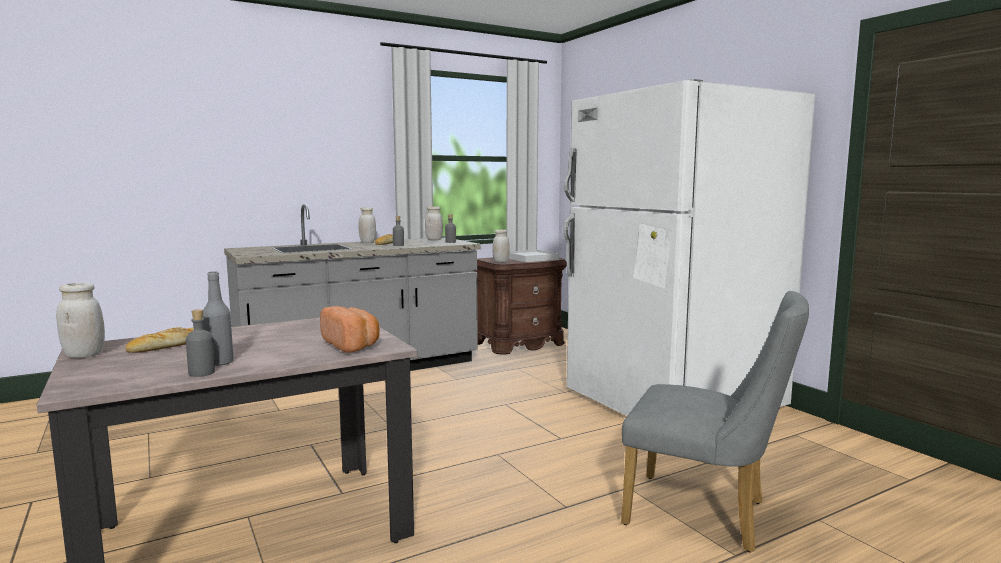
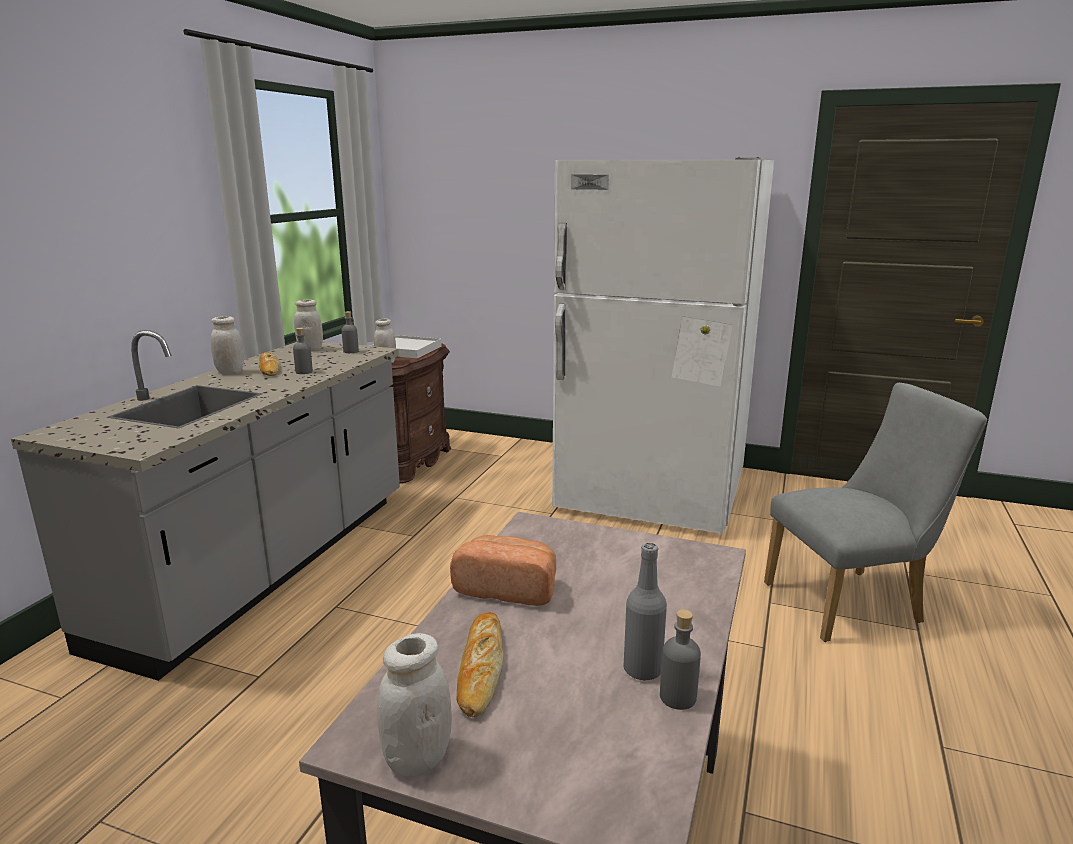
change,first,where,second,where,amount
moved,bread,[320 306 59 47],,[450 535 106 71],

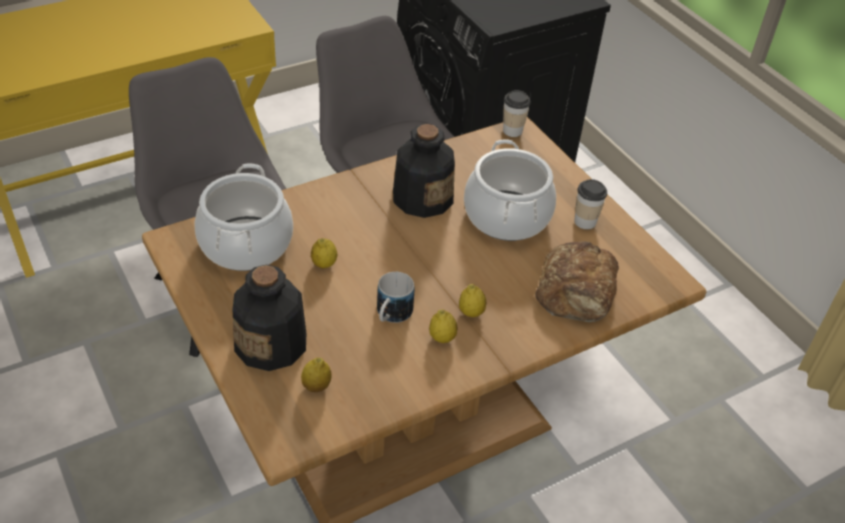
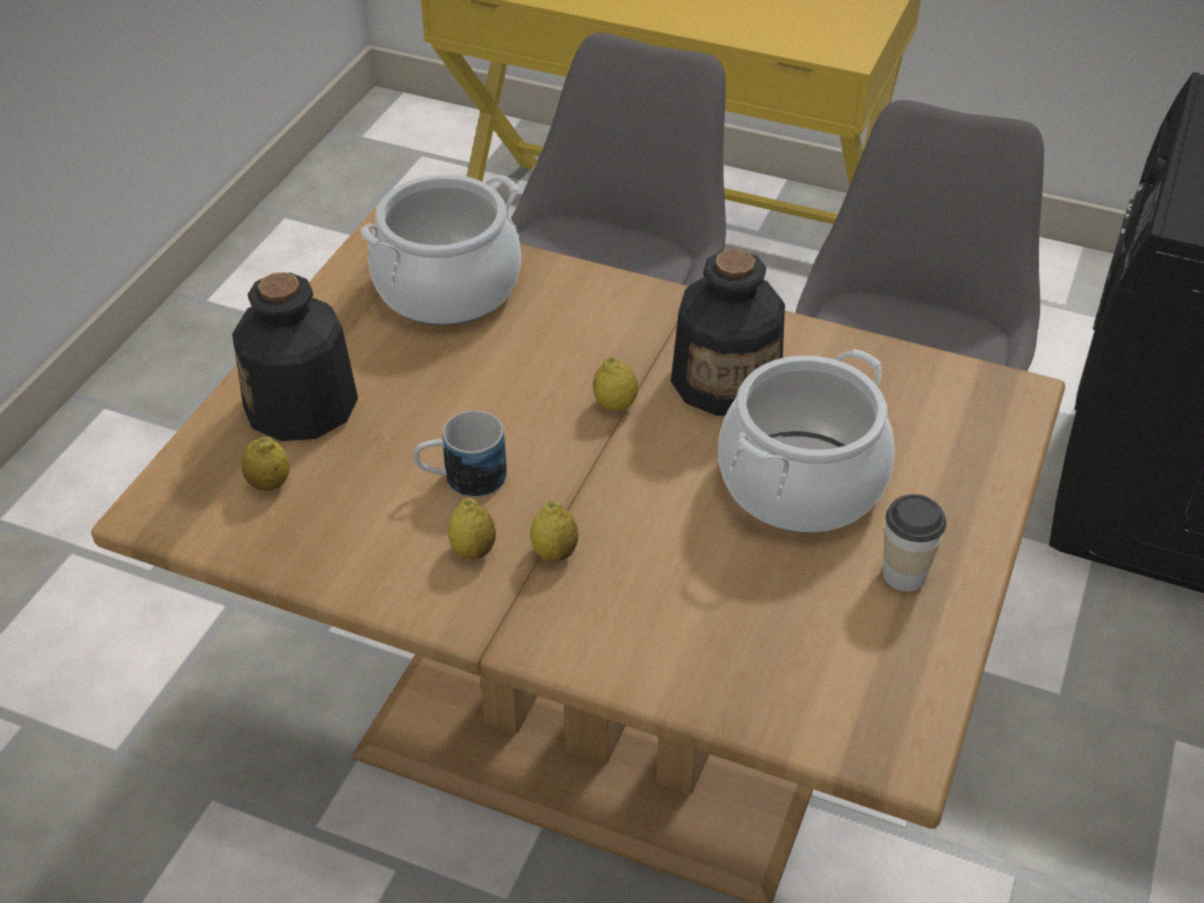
change,first,where,second,where,amount
removed,cup,[503 90 28 47],,,
moved,lemon,[311 238 26 30],,[593 357 45 54],
removed,bread,[535 241 84 81],,,

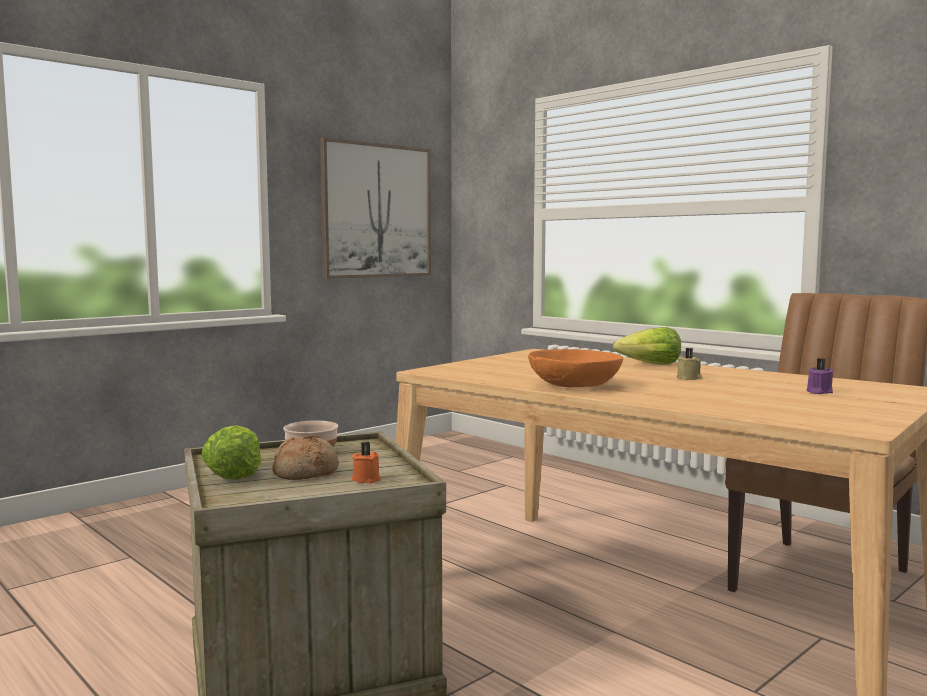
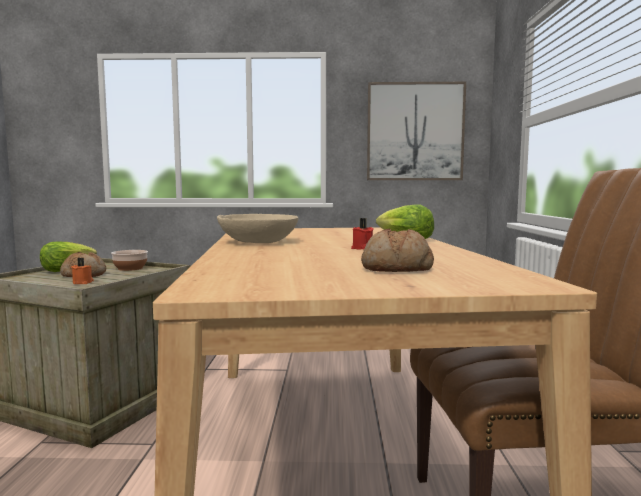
change,first,where,second,where,amount
recoloured,beige wax candle,[676 348 26 32],red wax candle,[351 218 23 32],
recoloured,orangey bowl,[528 349 95 38],beige bowl,[217 214 82 29],
replaced,purplish wax candle,[806 358 28 36],bread,[361 229 73 43],

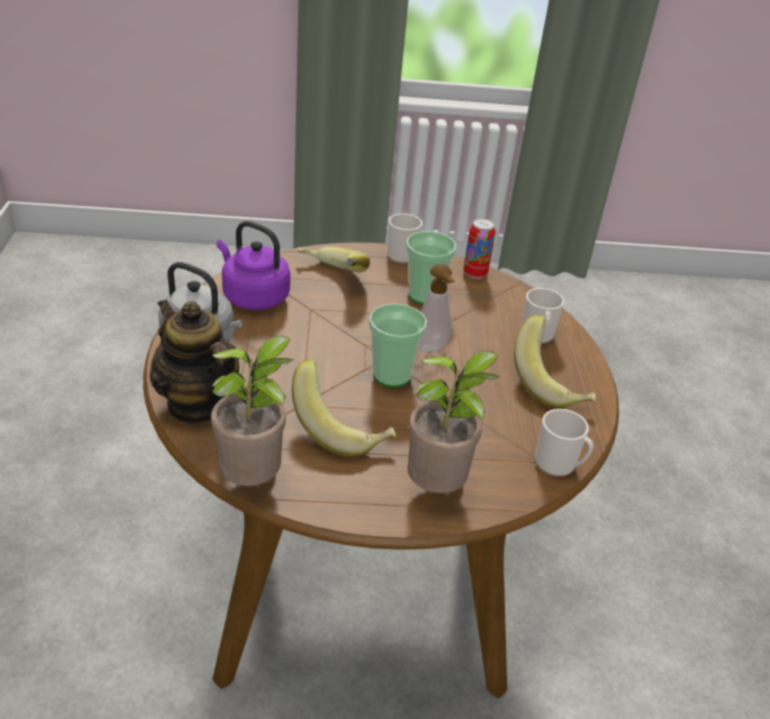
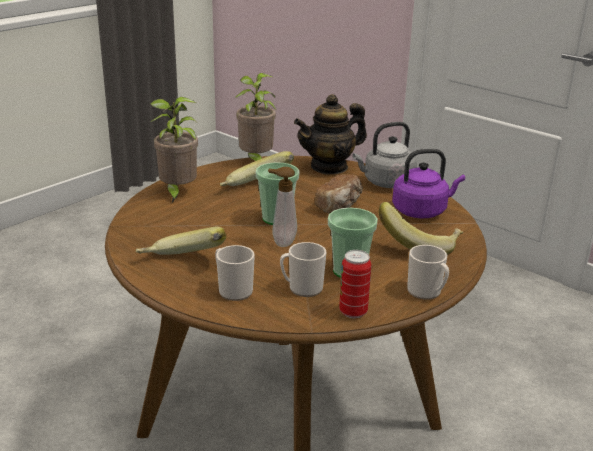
change,first,where,second,where,amount
turned,teapot,[150 299 89 125],,[294 94 73 81],150 degrees clockwise
moved,tea mug,[535 409 59 68],,[280 242 46 55],
added,,,bread,[315 174 48 40],

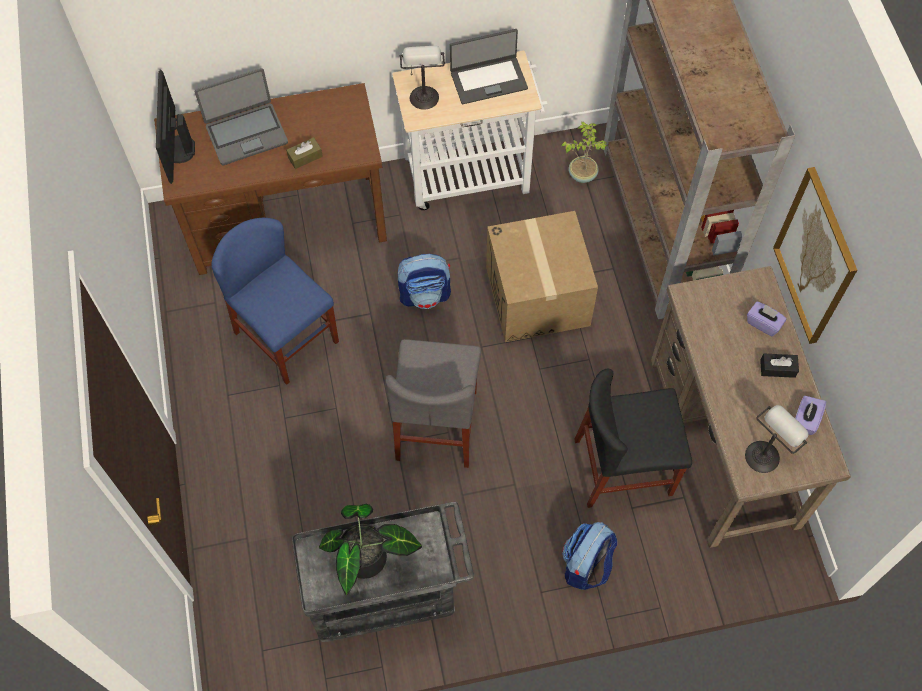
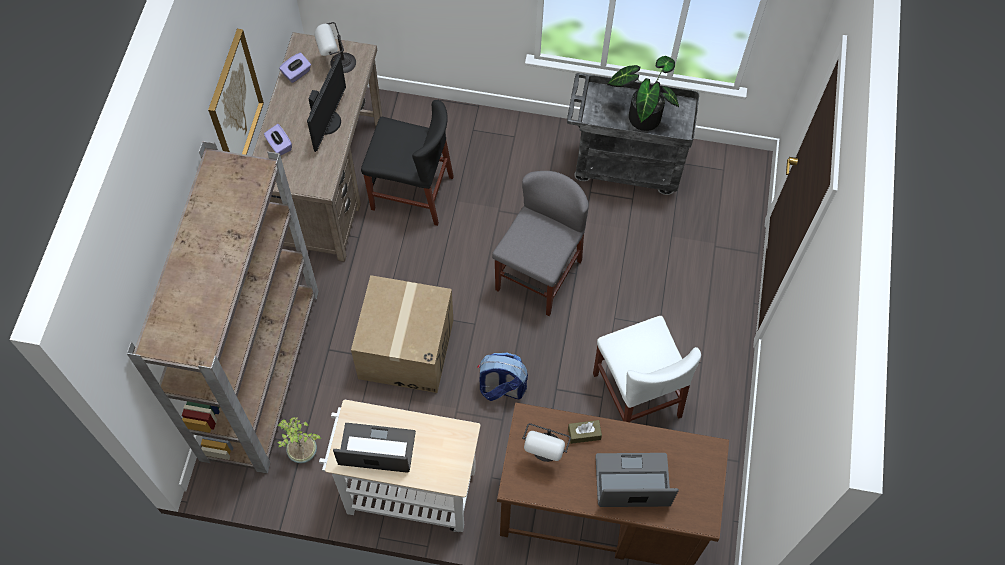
change,first,where,second,where,amount
moved,tabletop lamp,[400 46 45 64],,[522 423 49 39],
moved,computer display,[156 70 39 114],,[307 55 39 97],
recoloured,blue upright chair,[211 218 128 167],white upright chair,[593 316 108 106],
removed,black tissue box,[760 354 39 24],,,
removed,backpack,[562 522 55 68],,,

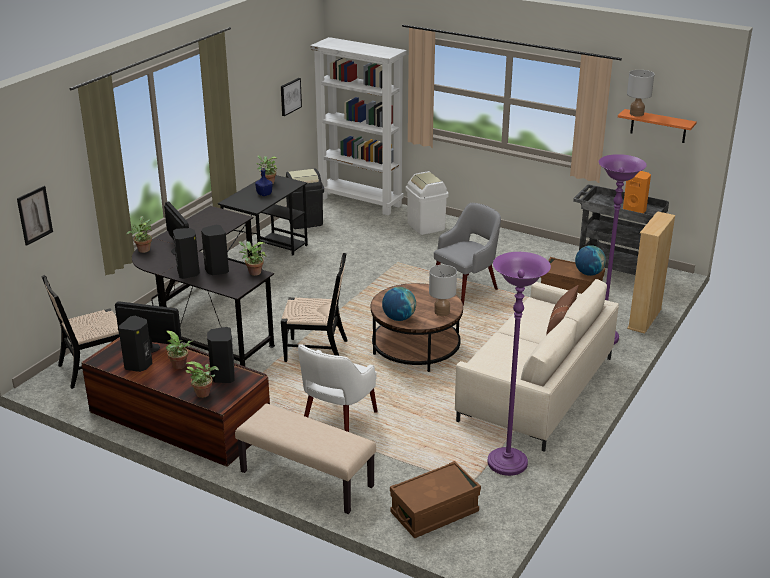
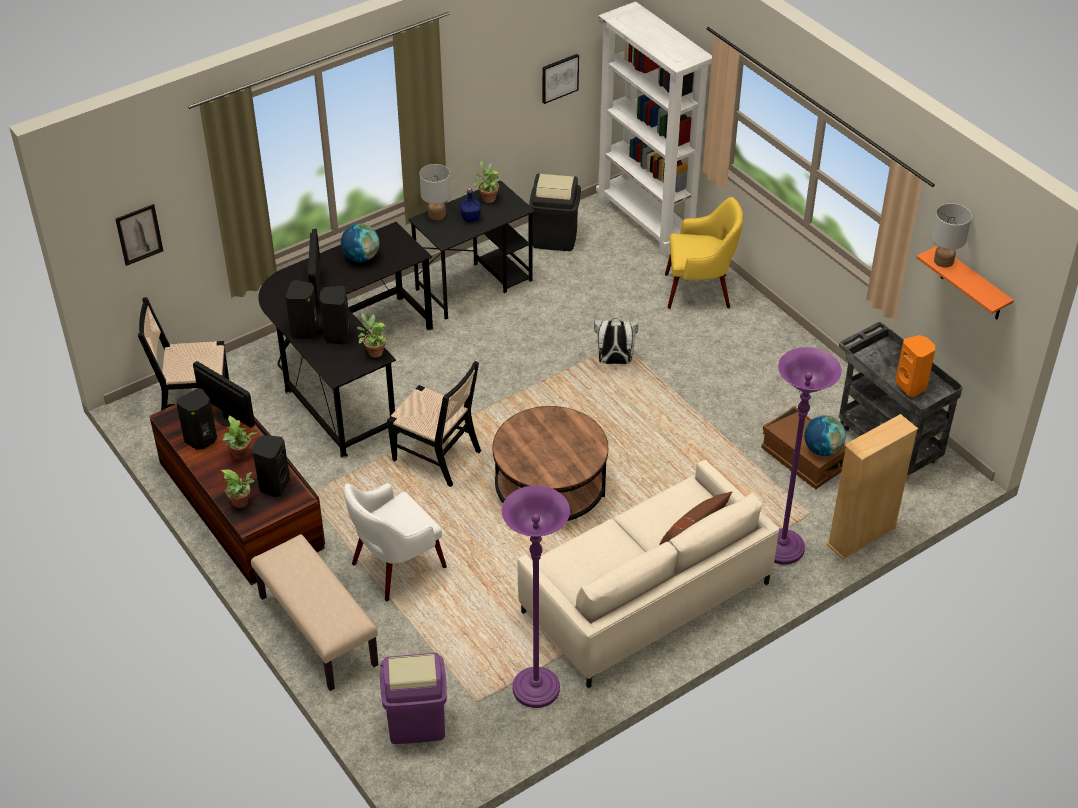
change,first,where,second,where,amount
replaced,white rubbish bin,[406 171 43 64],yellow lounge chair,[665 197 78 112],
removed,greyish lounge chair,[434 203 67 103],,,
removed,plant in a pot,[126 216 26 37],,,
moved,greyish tabletop lamp,[429 265 28 51],,[419 164 32 56],
moved,desk globe,[382 287 34 34],,[341 224 38 38],
replaced,brownish storage box,[390 461 91 77],purplish rubbish bin,[380 653 67 91],
added,,,white backpack,[594 318 44 46],

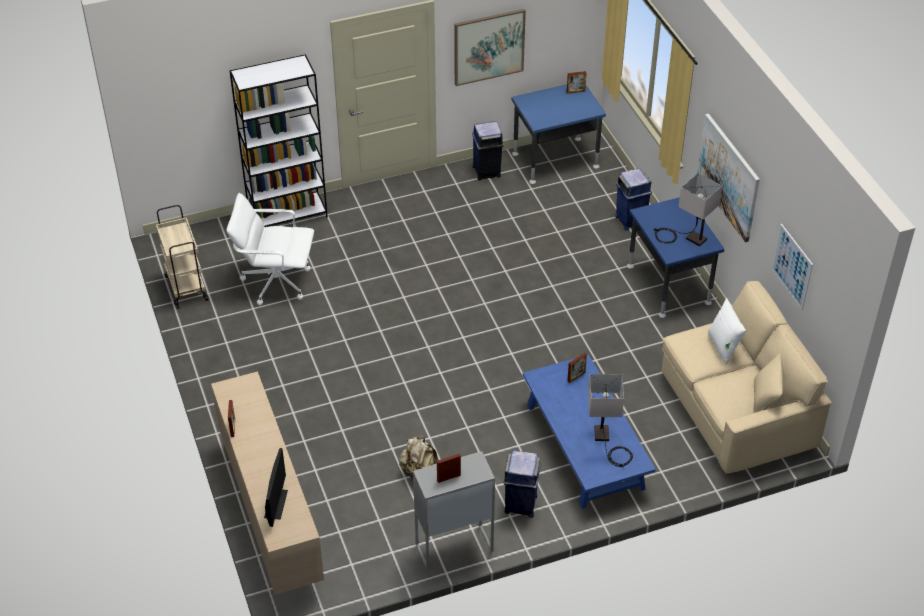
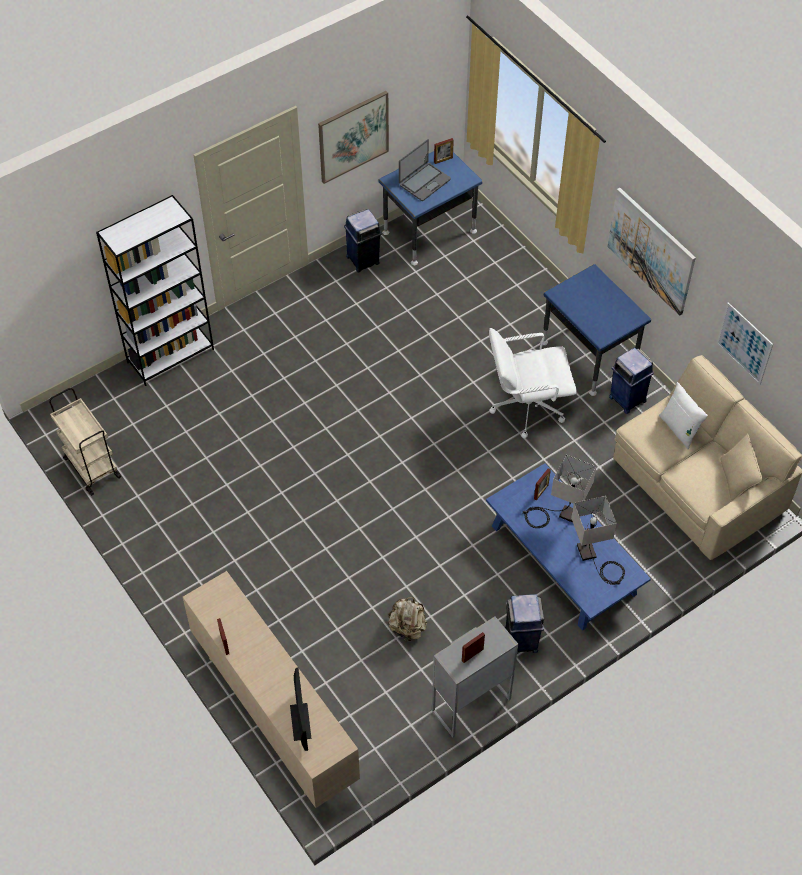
change,first,where,second,where,amount
moved,blue rubbish bin,[615 168 37 63],,[609 348 45 66],
moved,tabletop lamp,[654 173 68 73],,[523 455 74 73],
moved,white office chair,[226 193 88 112],,[489 328 88 110],
added,,,notebook computer,[399 139 52 62],

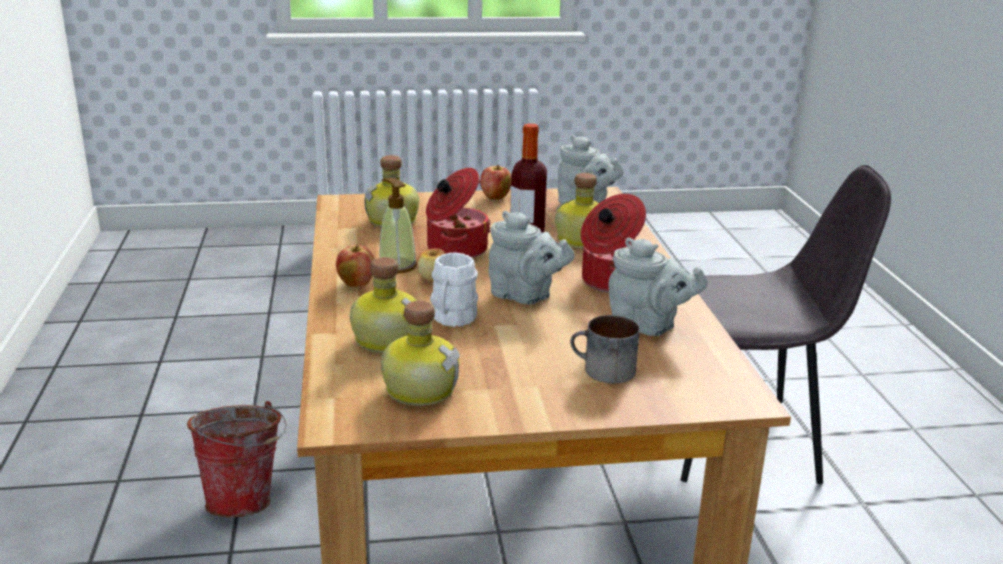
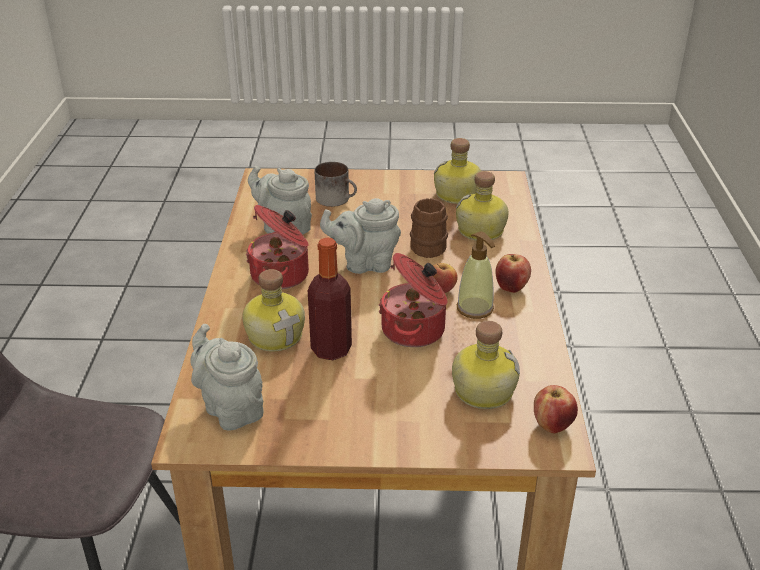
change,first,where,second,where,amount
moved,apple fruit,[480 165 31 35],,[534 385 44 49],
turned,greyish teapot,[489 211 86 94],,[320 198 81 76],45 degrees counterclockwise
recoloured,white tea mug,[430 252 48 75],brownish tea mug,[410 198 38 60],
removed,bucket,[187 401 100 116],,,

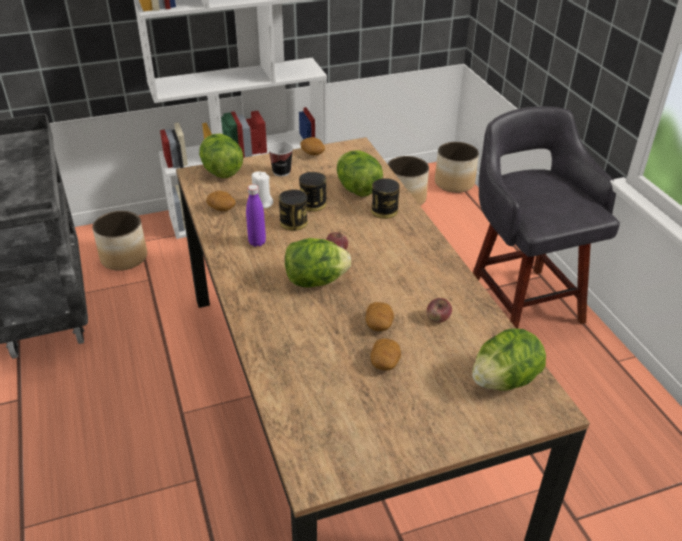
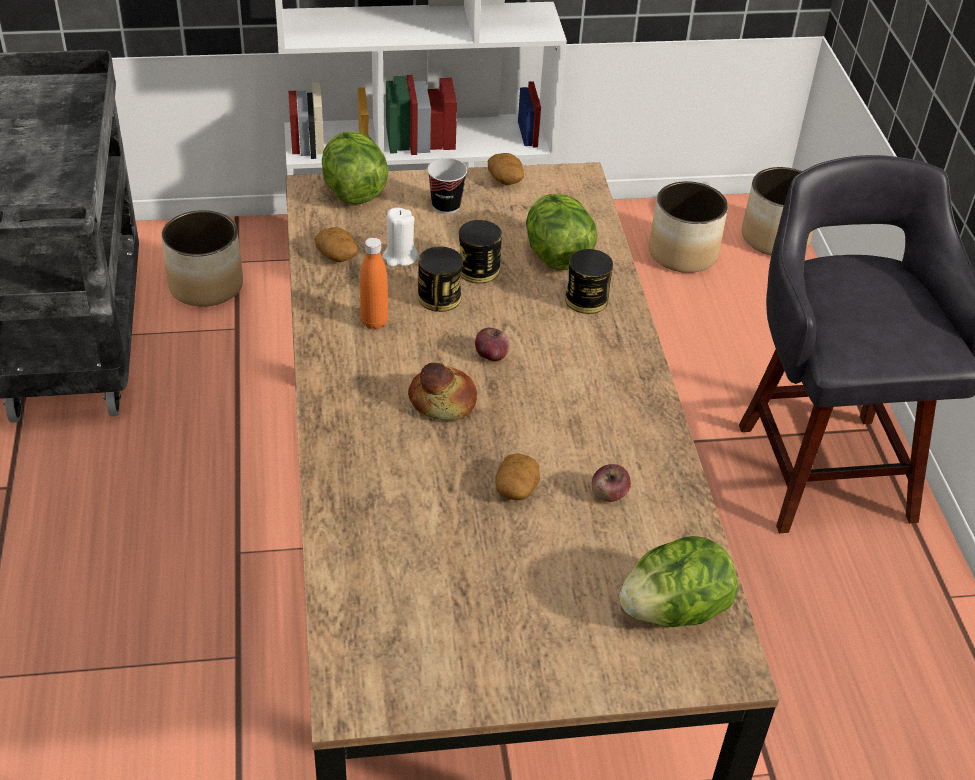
change,first,where,second,where,amount
recoloured,purplish beverage bottle,[246 184 20 63],orangey beverage bottle,[360 237 28 93],
replaced,lettuce head,[285 238 66 50],bread,[408 363 69 58],
removed,potato,[370 338 31 32],,,

